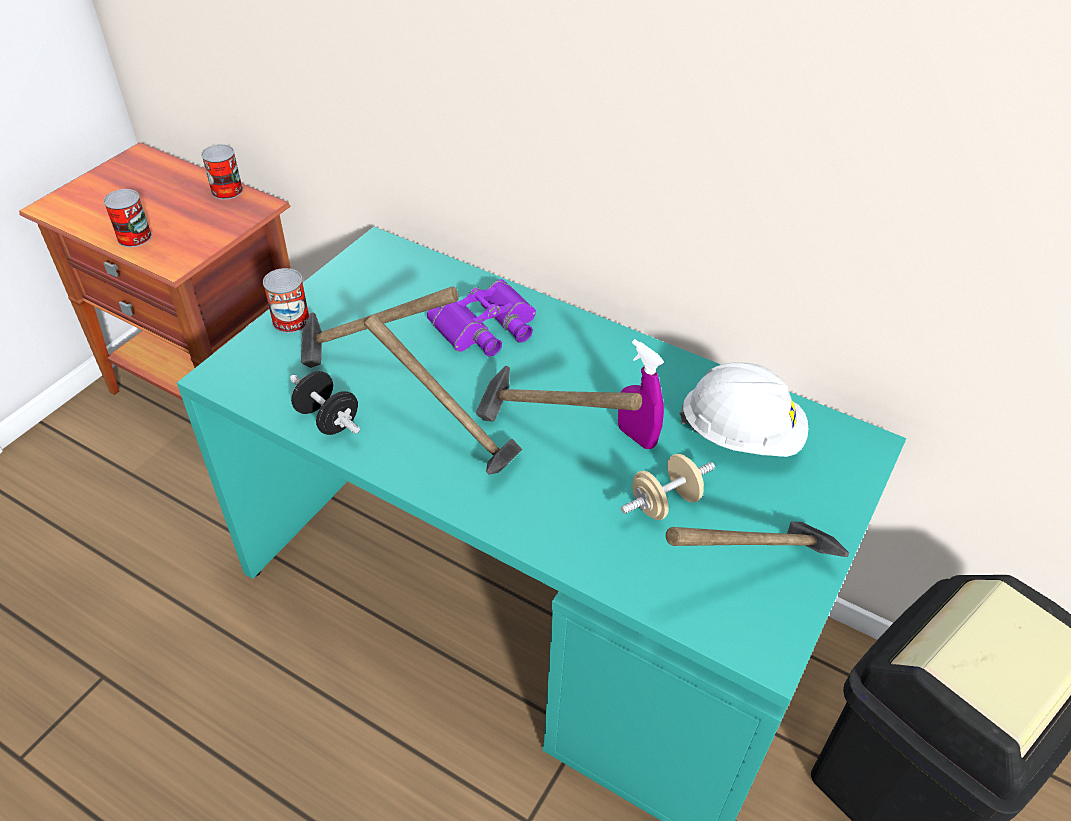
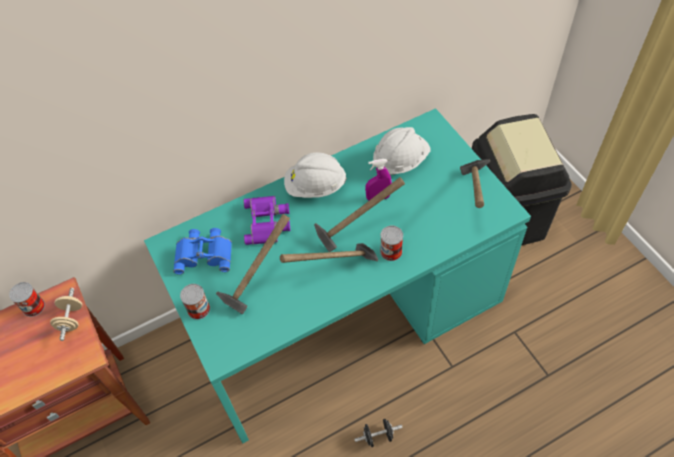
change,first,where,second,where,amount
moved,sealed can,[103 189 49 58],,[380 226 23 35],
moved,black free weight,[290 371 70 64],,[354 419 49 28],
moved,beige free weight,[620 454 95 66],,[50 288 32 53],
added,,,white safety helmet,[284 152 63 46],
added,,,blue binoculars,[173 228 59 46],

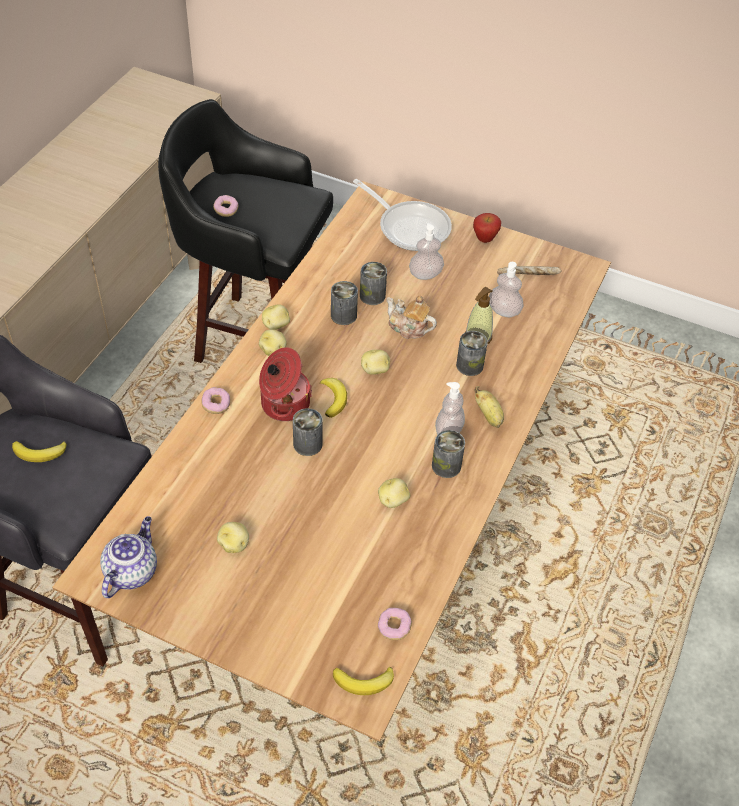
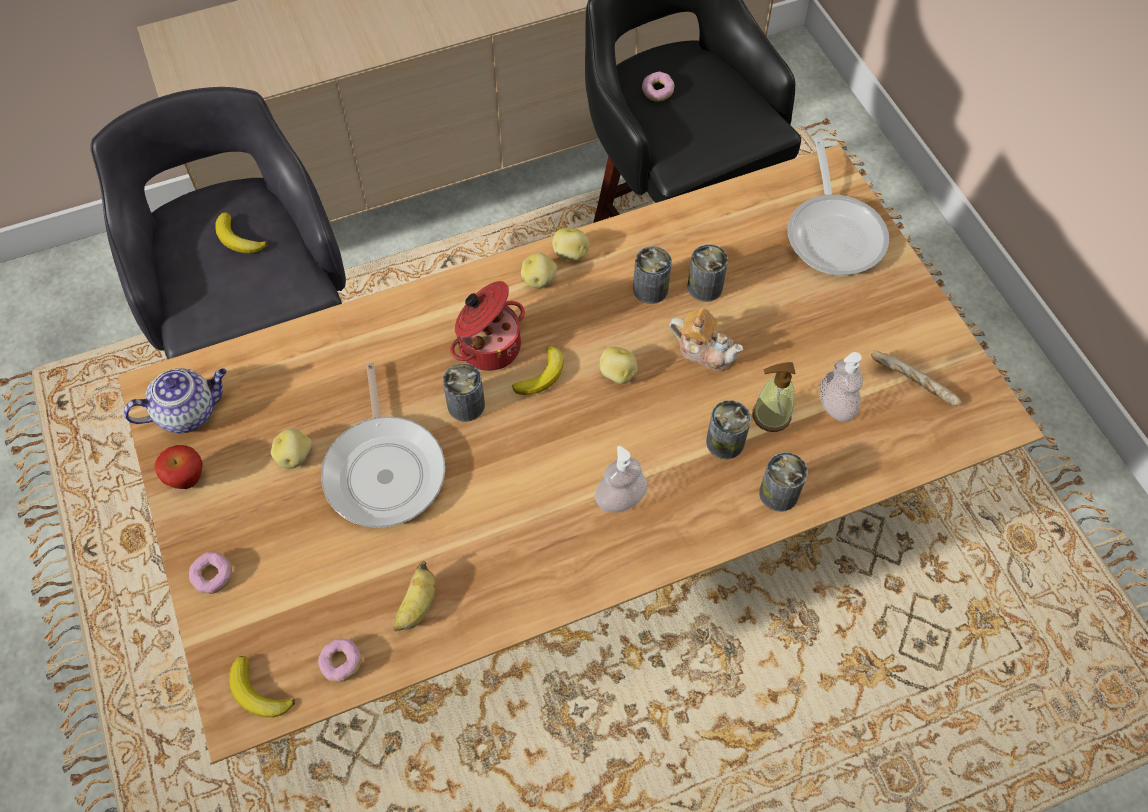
change,first,where,second,where,amount
moved,apple fruit,[473 213 28 30],,[154 445 49 44],
removed,soap bottle,[409 223 35 57],,,
turned,teapot,[386 295 51 44],,[669 308 74 63],135 degrees clockwise
moved,banana fruit,[474 386 30 42],,[393 561 43 70],
moved,donut,[202 387 28 27],,[189 552 43 42],
moved,sealed can,[432 430 33 48],,[759 452 49 60],
removed,potato,[378 478 32 30],,,
added,,,frying pan,[321 363 124 165],

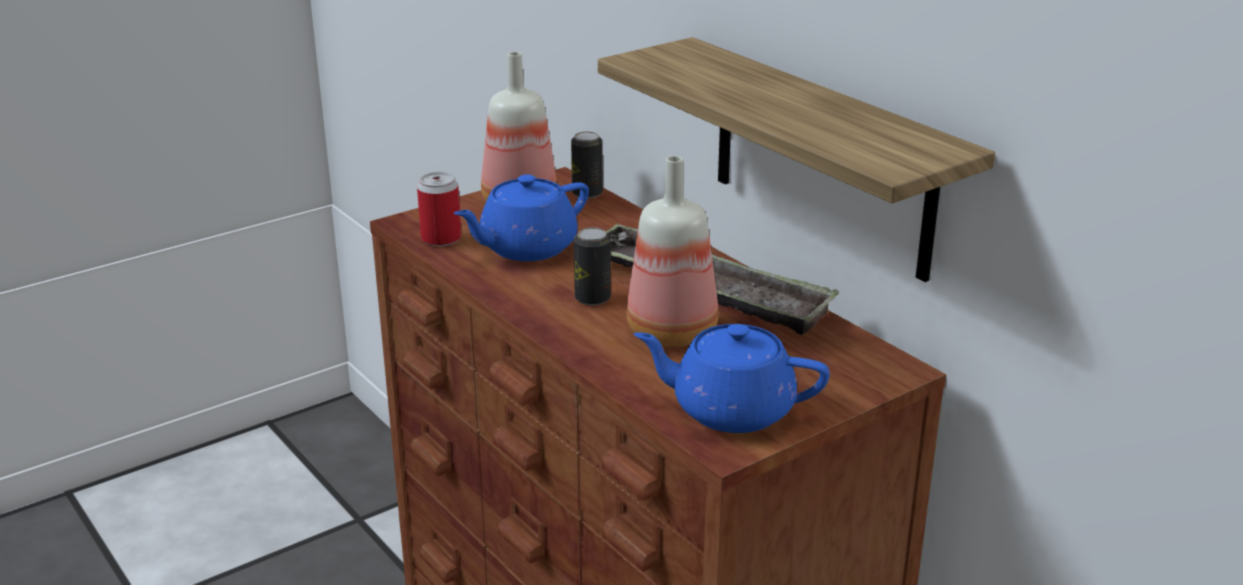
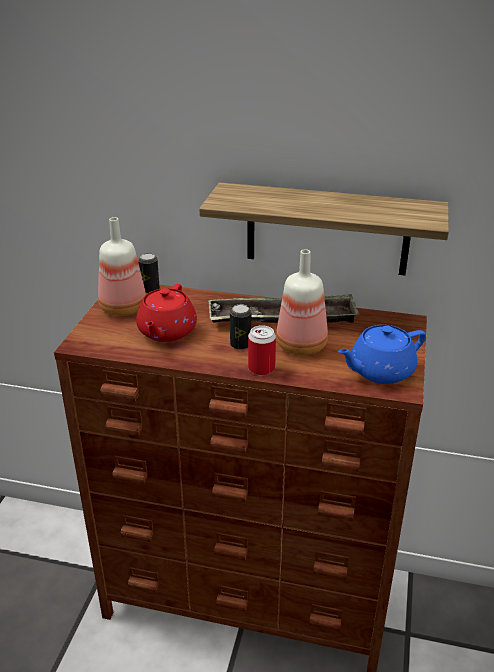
change,first,where,second,where,amount
moved,sealed can,[417 172 44 74],,[248 325 28 50],
recoloured,blue teapot,[454 174 135 87],red teapot,[136 284 61 58],

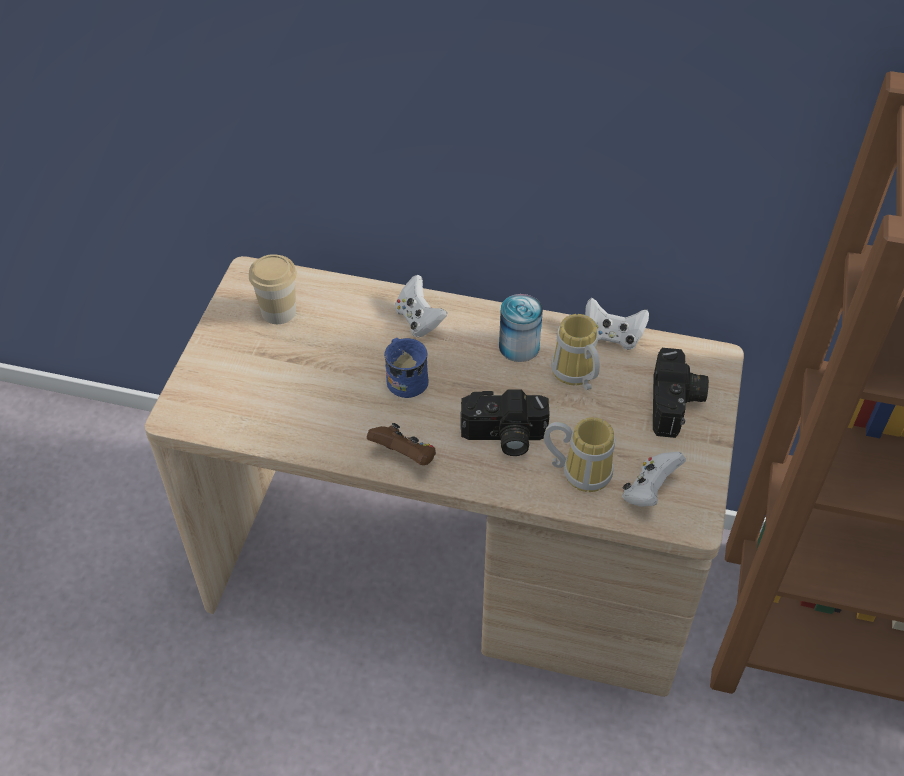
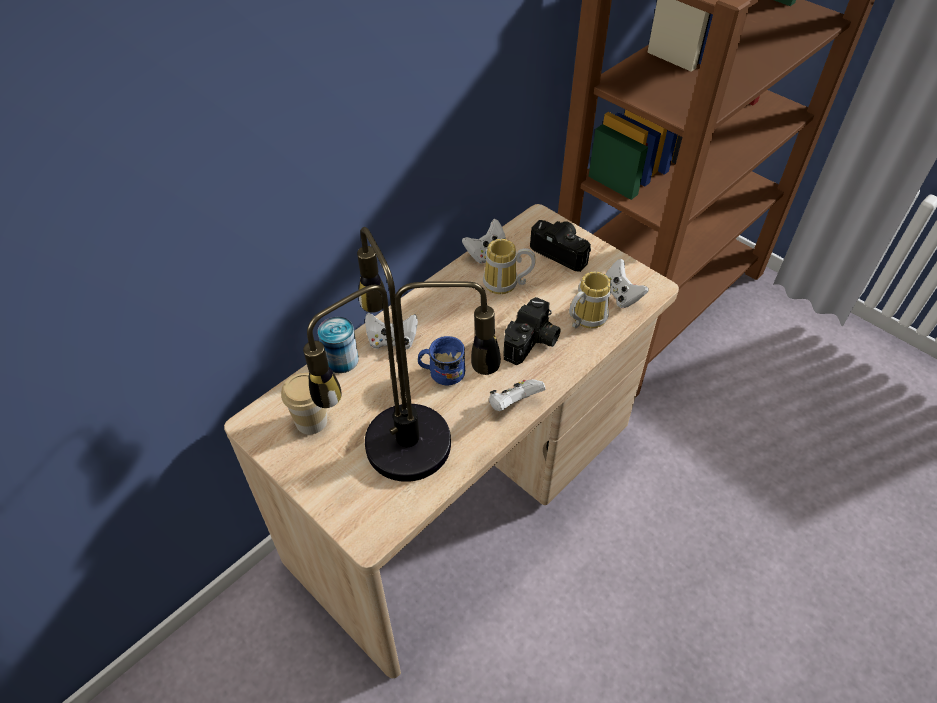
change,first,where,second,where,amount
moved,sealed can,[499 294 44 68],,[318 317 41 56],
recoloured,brownish game controller,[367 423 69 42],white game controller,[489 379 56 32],
added,,,tabletop lamp,[303 227 198 255],

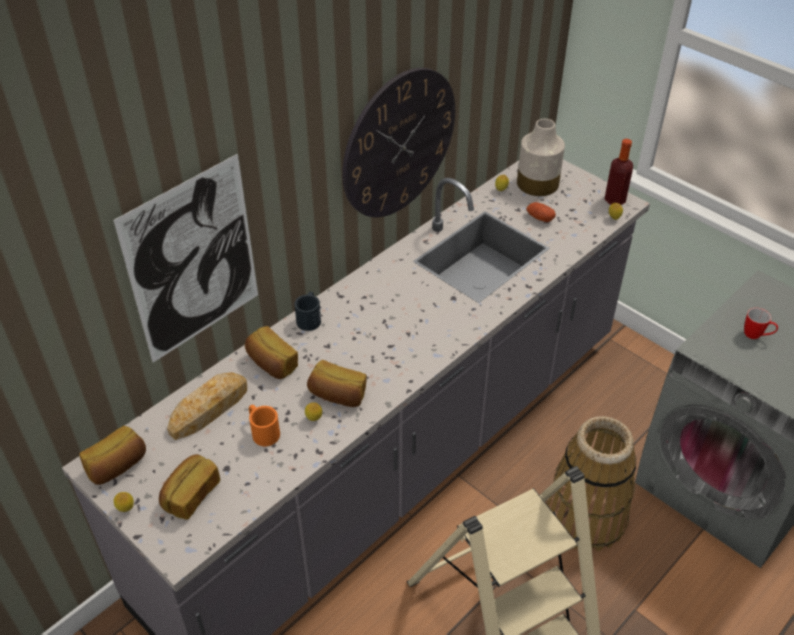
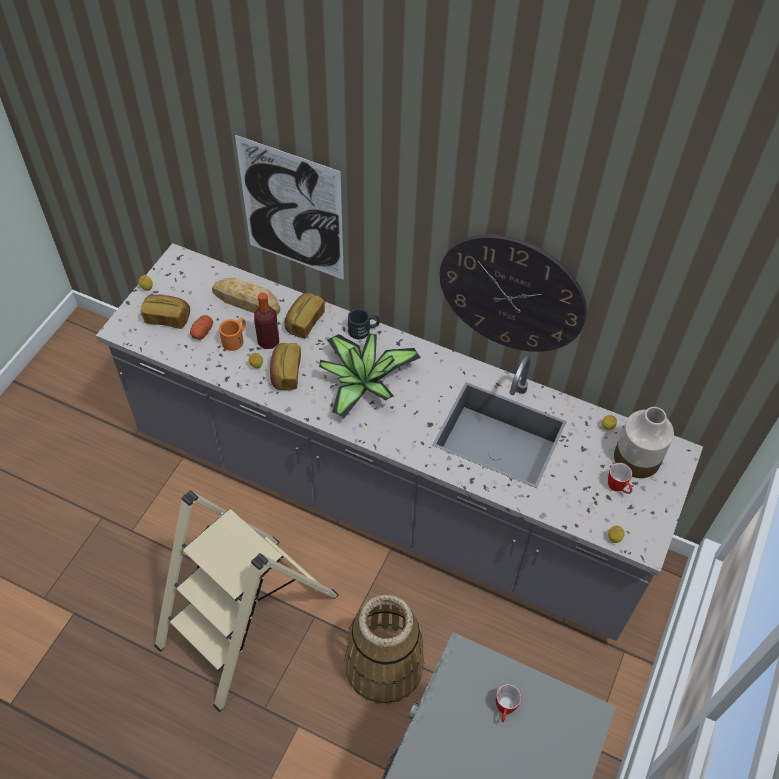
change,first,where,second,where,amount
moved,beverage bottle,[604 139 29 66],,[254 293 25 56],
moved,potato,[526 202 30 20],,[190 315 23 25],
removed,bread,[79 426 67 59],,,
added,,,plant in a pot,[319 333 102 85],
added,,,tea mug,[608 463 24 31],

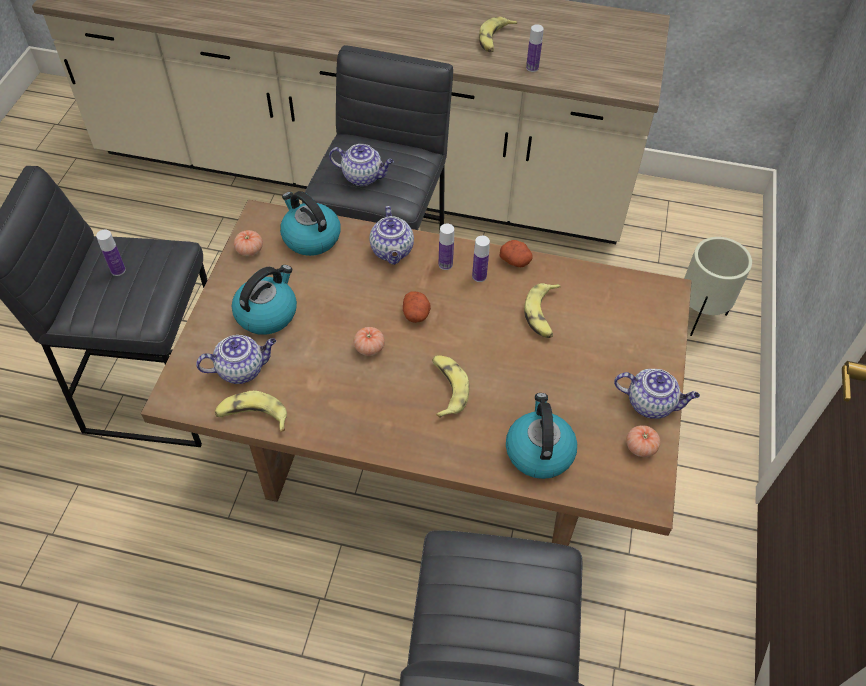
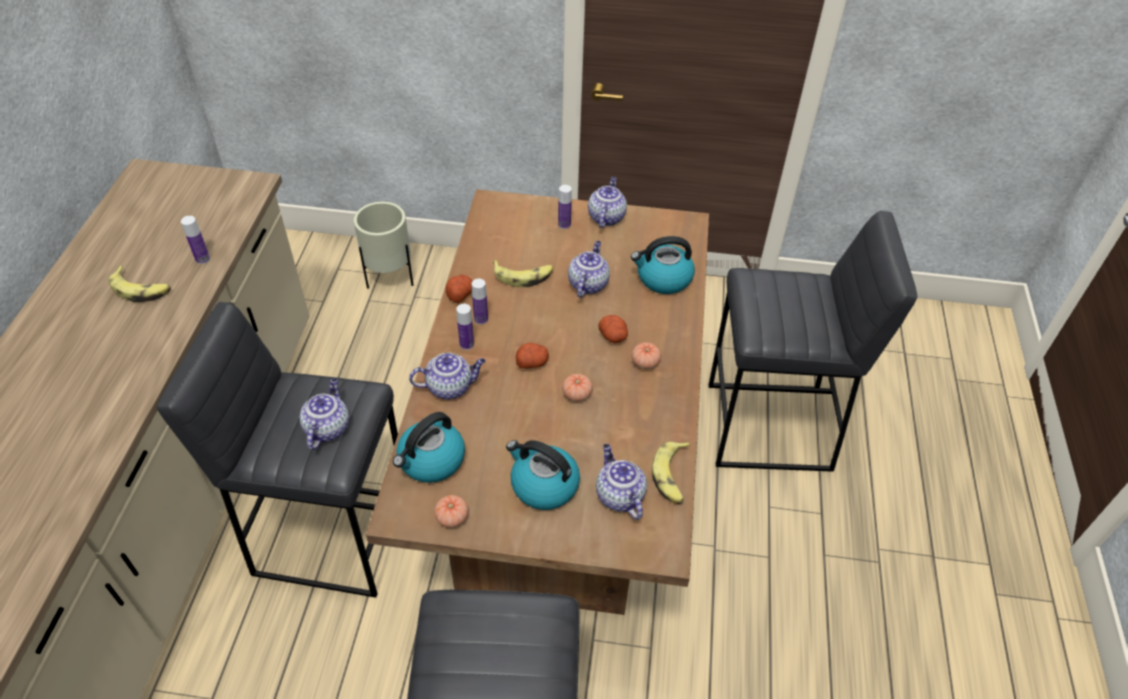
change,first,where,second,where,amount
moved,beverage bottle,[96 230 30 46],,[558 185 14 44],
replaced,banana fruit,[432 355 37 63],potato,[599 315 29 28],
moved,whole tomato,[626 425 35 32],,[632 342 29 27],
added,,,teapot,[568 241 42 57],

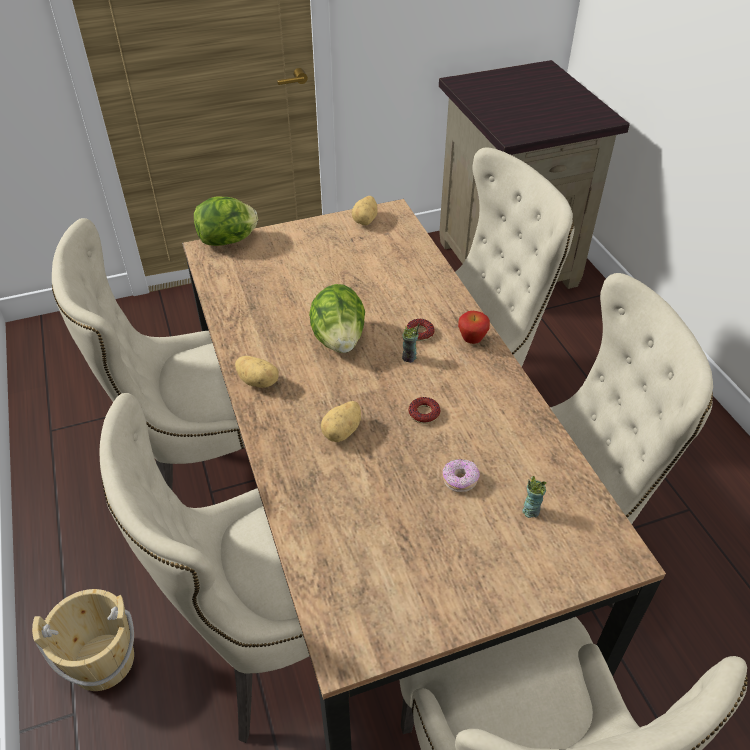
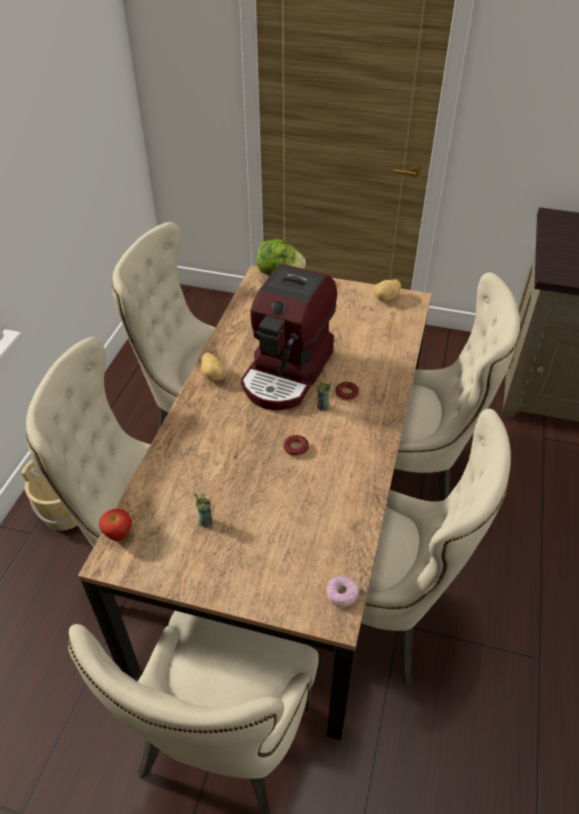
change,first,where,second,where,amount
replaced,lettuce head,[309 284 56 69],coffee machine,[241 264 96 146],
moved,apple fruit,[458 311 32 33],,[99 509 33 32],
removed,potato,[321 401 40 41],,,
moved,donut,[442 459 38 34],,[326 576 33 31],
moved,cup,[522 476 25 42],,[195 493 17 35],

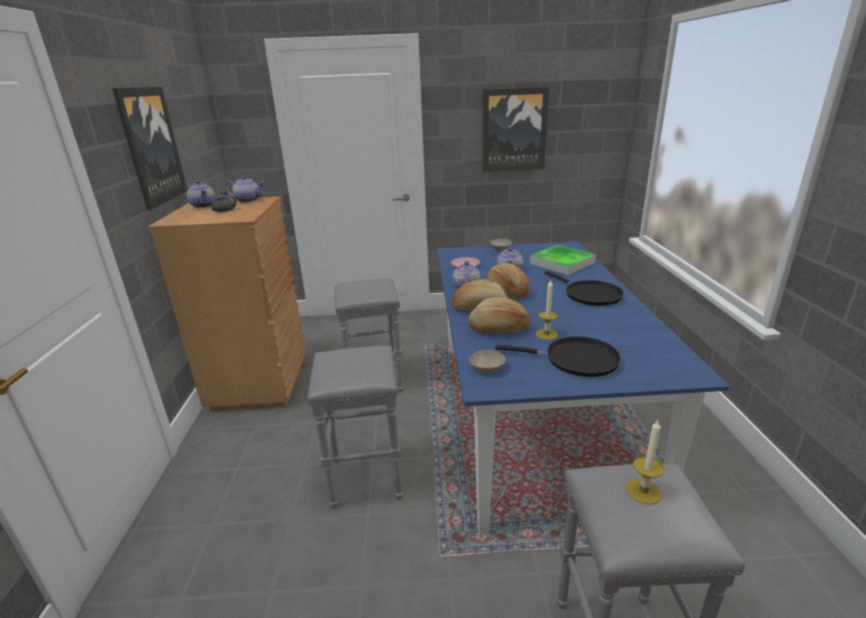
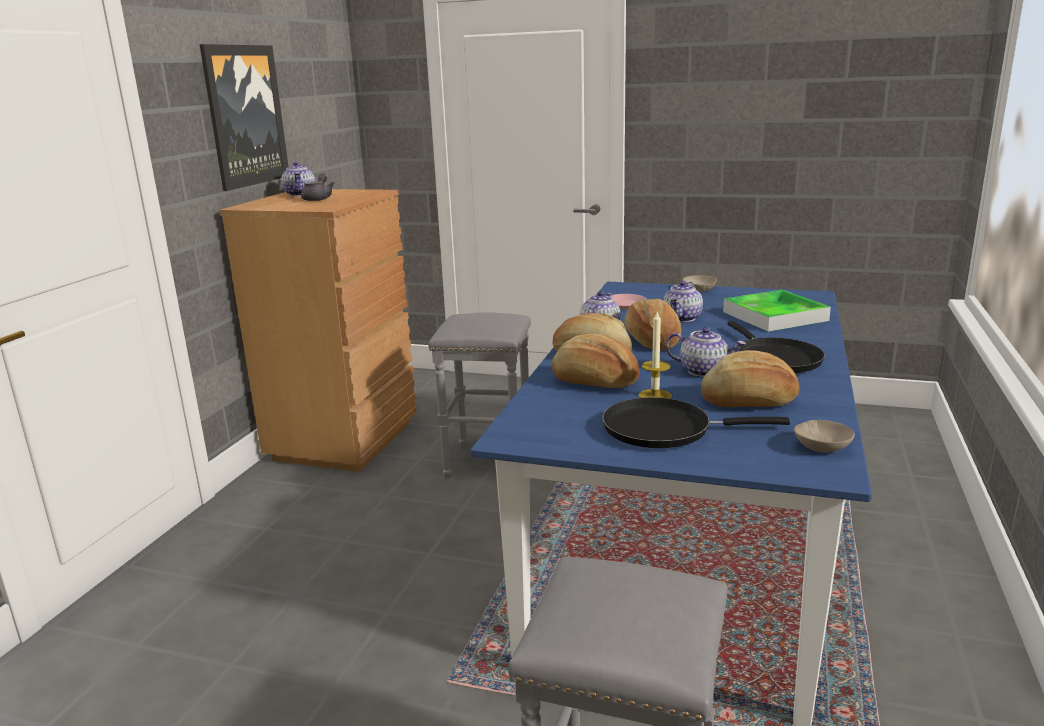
change,first,where,second,where,amount
removed,picture,[482 87 67 85],,,
moved,teapot,[225 176 40 26],,[666 327 80 50],
turned,black frying pan,[495 336 126 41],,[602 397 188 51],150 degrees clockwise
removed,greyish stool seat,[307 346 96 163],,,
moved,beige bowl,[469 350 37 23],,[794 420 61 32],
removed,wax candle,[626 420 38 84],,,
added,,,bread,[701 350 99 57],

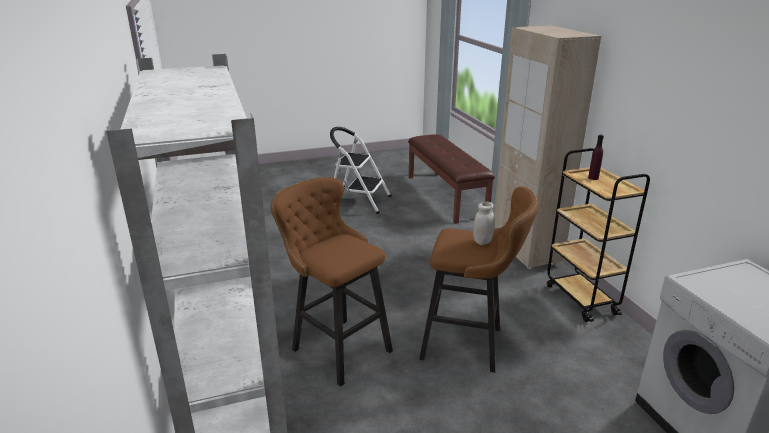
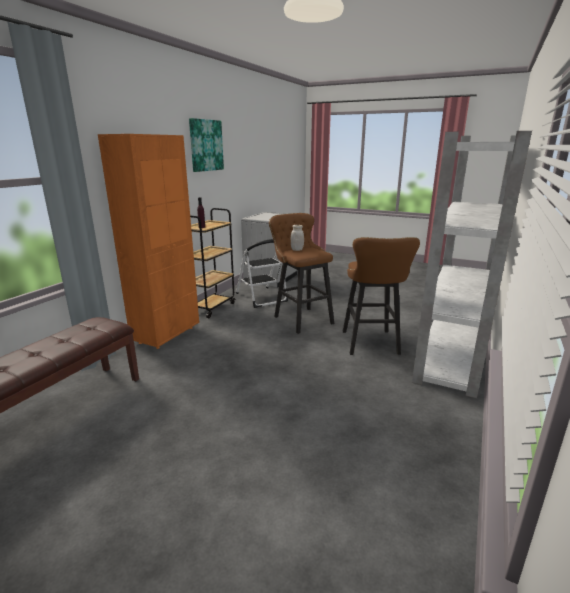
change,first,where,second,where,amount
recoloured,beige storage cabinet,[494 25 107 244],orangey storage cabinet,[98 134 101 215],
moved,step ladder,[330 127 62 87],,[236 239 52 69],
added,,,picture,[189 118 35 54],

